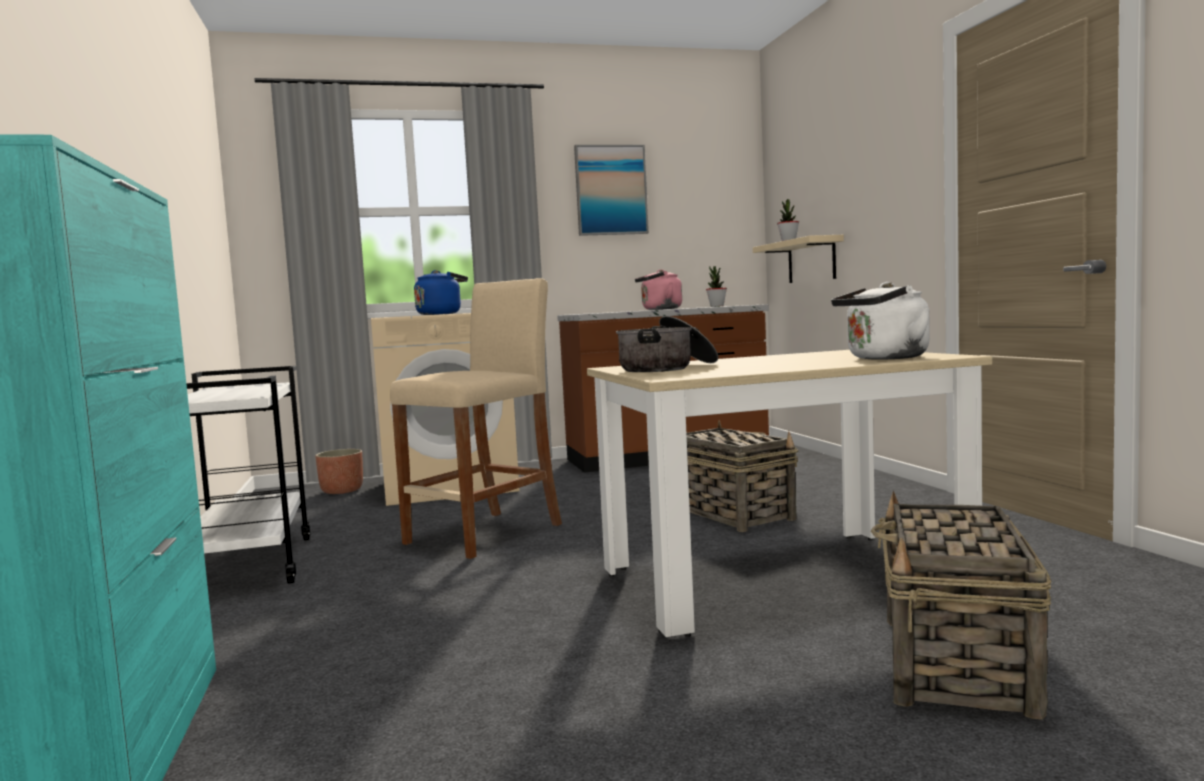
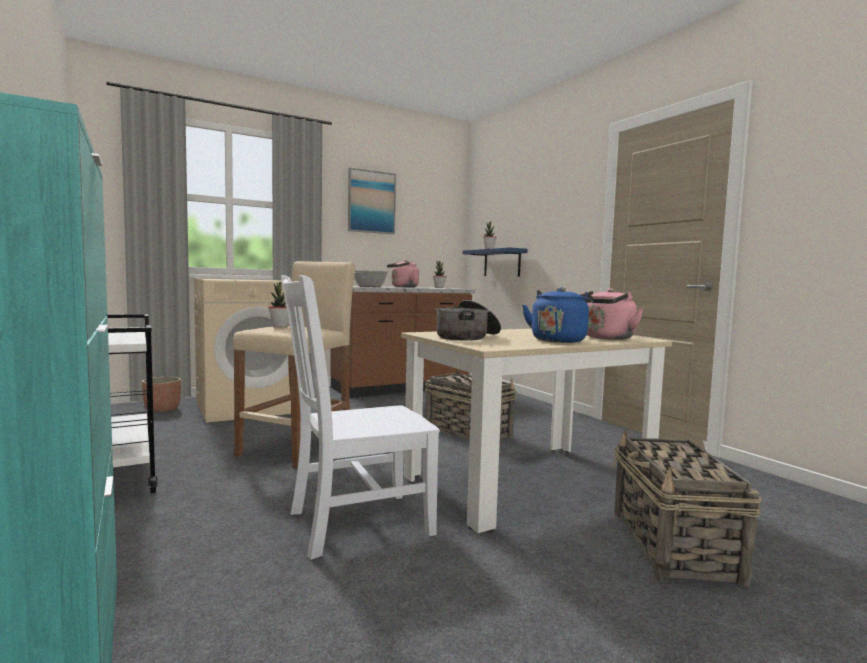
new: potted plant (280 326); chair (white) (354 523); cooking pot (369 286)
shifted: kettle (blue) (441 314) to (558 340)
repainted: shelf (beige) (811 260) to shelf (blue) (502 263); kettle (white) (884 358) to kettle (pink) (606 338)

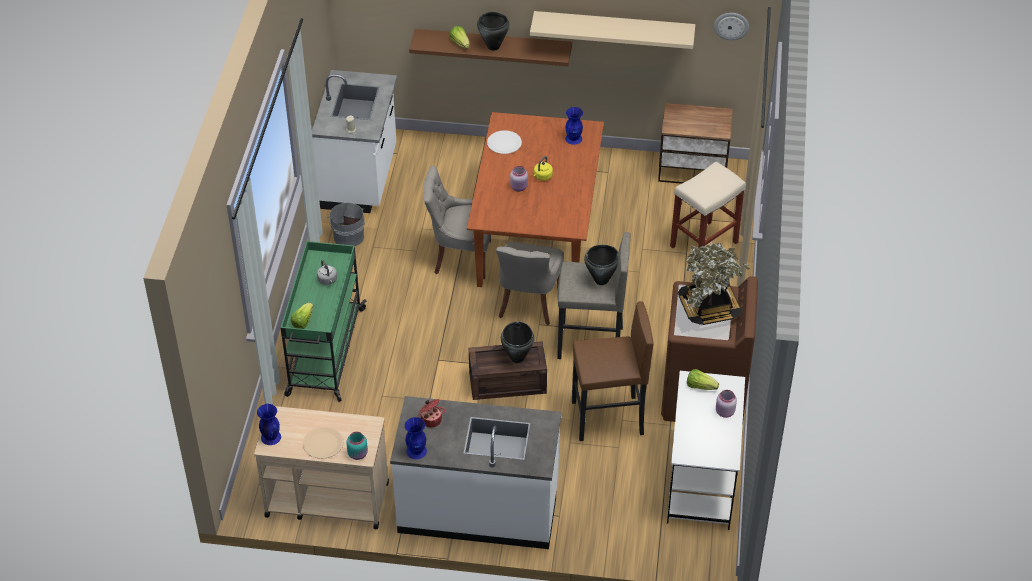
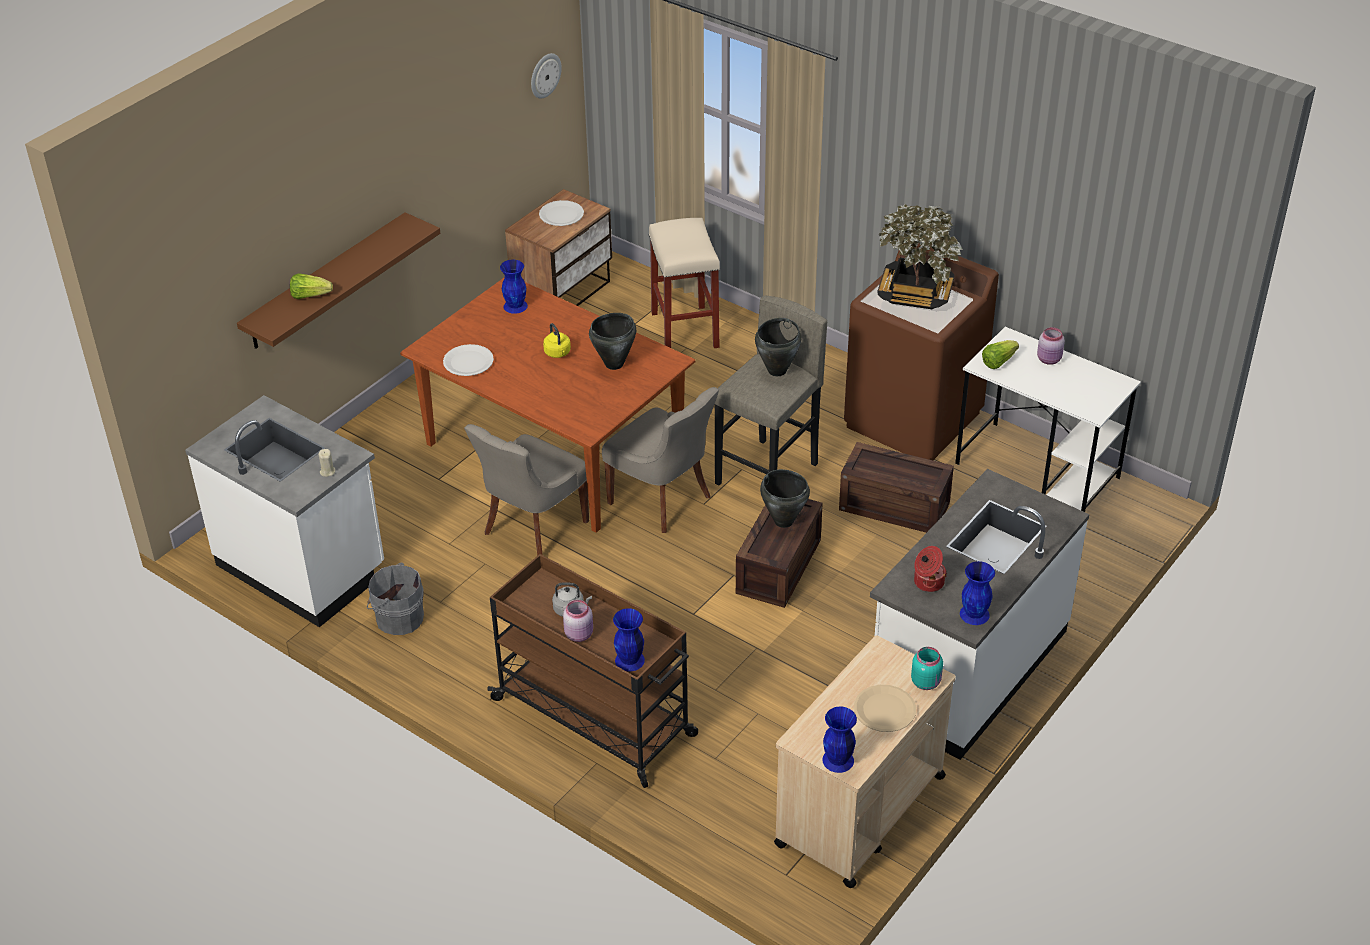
gone: shelf (beige) (613 28)
new: plate (white) (561 214)
shifted: cooking pot (black) (493 46) to (614 364); jar (pink) (519 187) to (579 634)
swapped: lettuce (303 321) to vase (blue) (629 660); stool (brown) (607 418) to crate (896 506)
repainted: cart (green) (325 353) to cart (brown) (596 718)

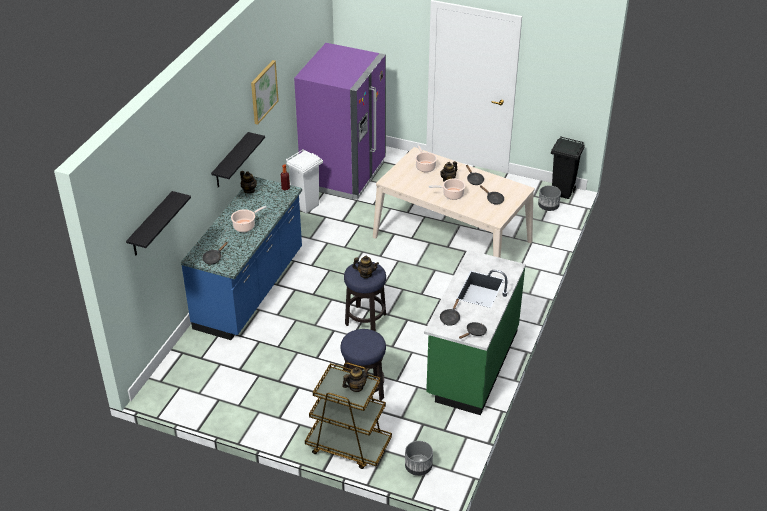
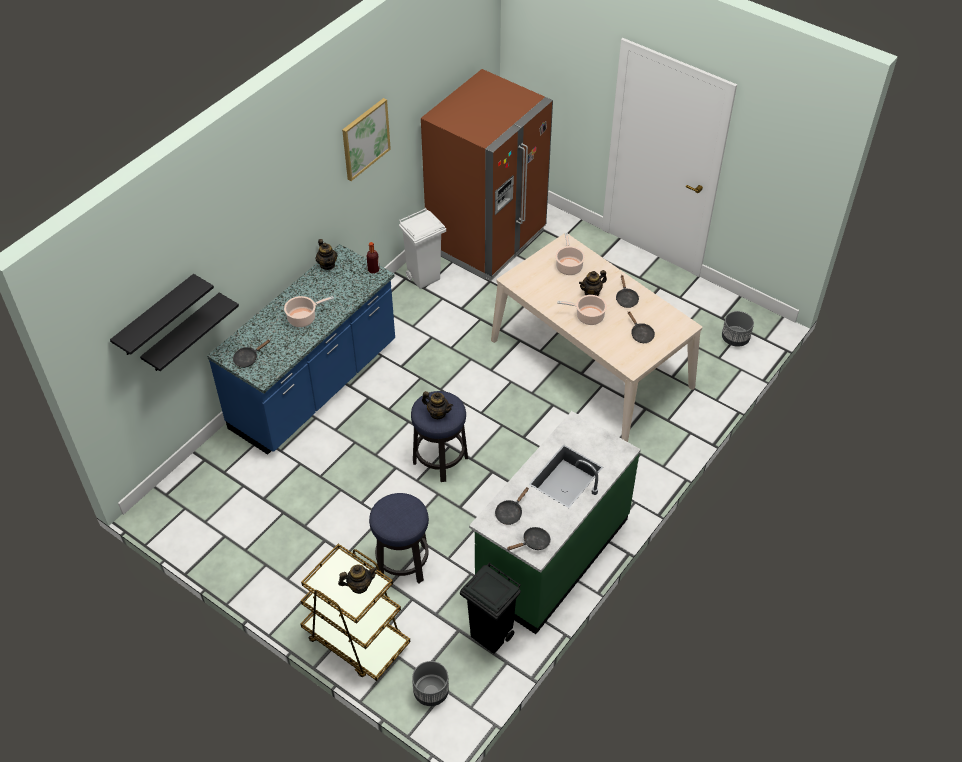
shifted: shelf (black) (231 161) to (183 334); trash can (black) (562 192) to (491 636)
repainted: fridge (purple) (344 174) to fridge (brown) (487 240)

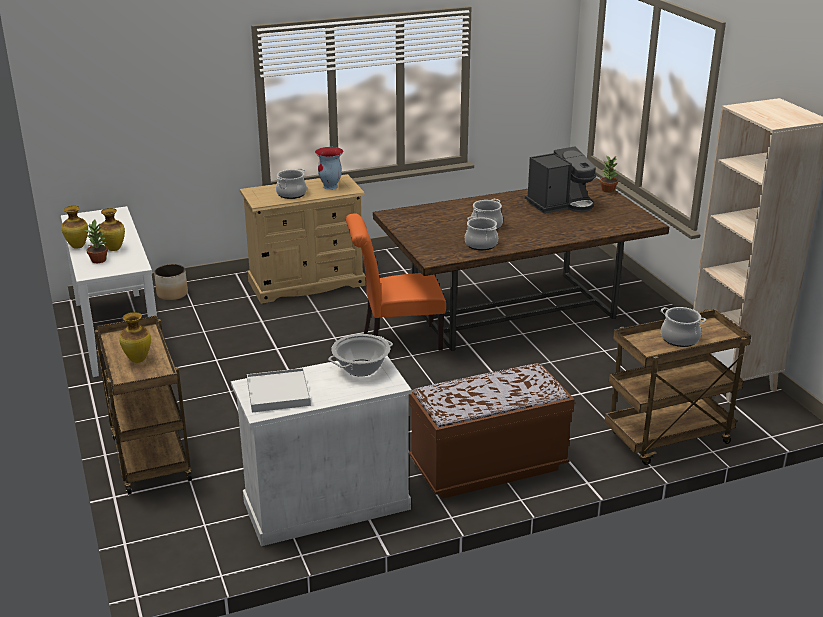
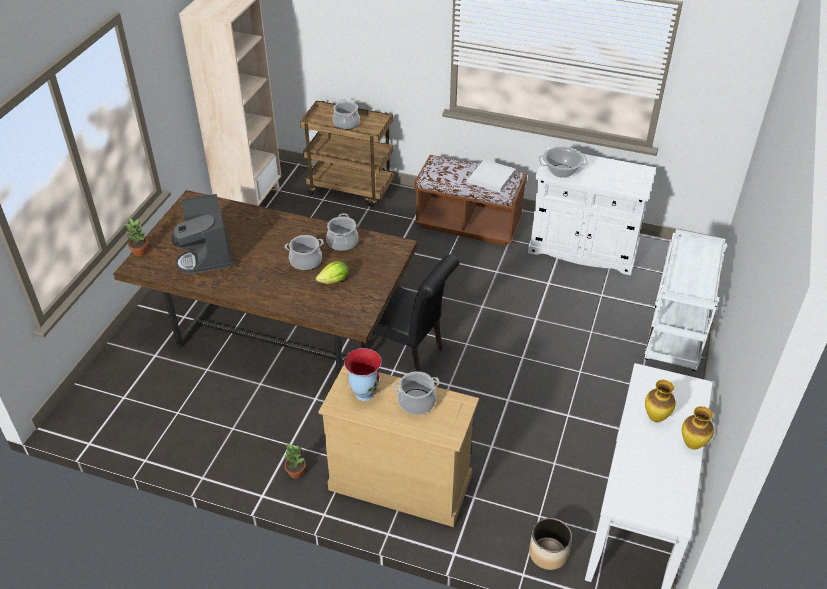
gone: vase (137 360)
new: lettuce (334 281)
shifted: potted plant (99 260) to (295 472); tray (white) (278 393) to (491 177)
repainted: cart (brown) (149 456) to cart (white) (675 340); chair (orange) (396 340) to chair (black) (406 352)
rotated: coffee machine (560 204) = (208 255) 120 degrees counterclockwise

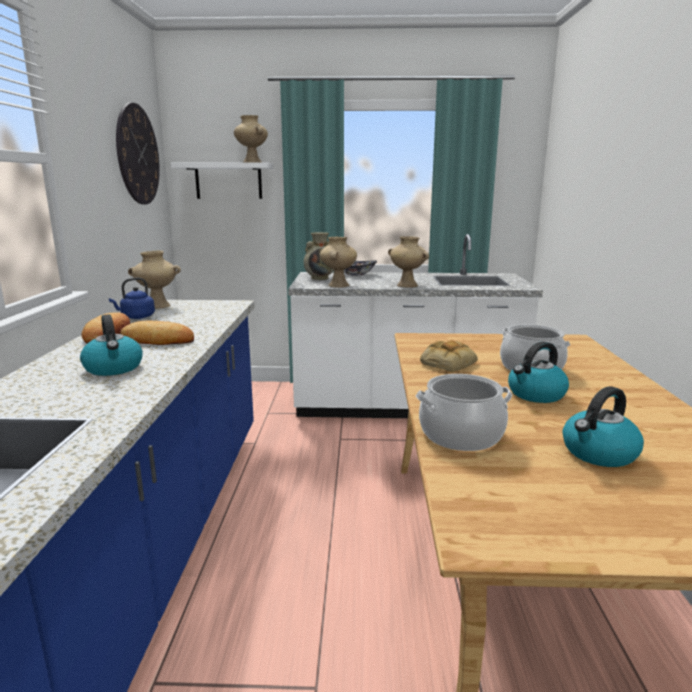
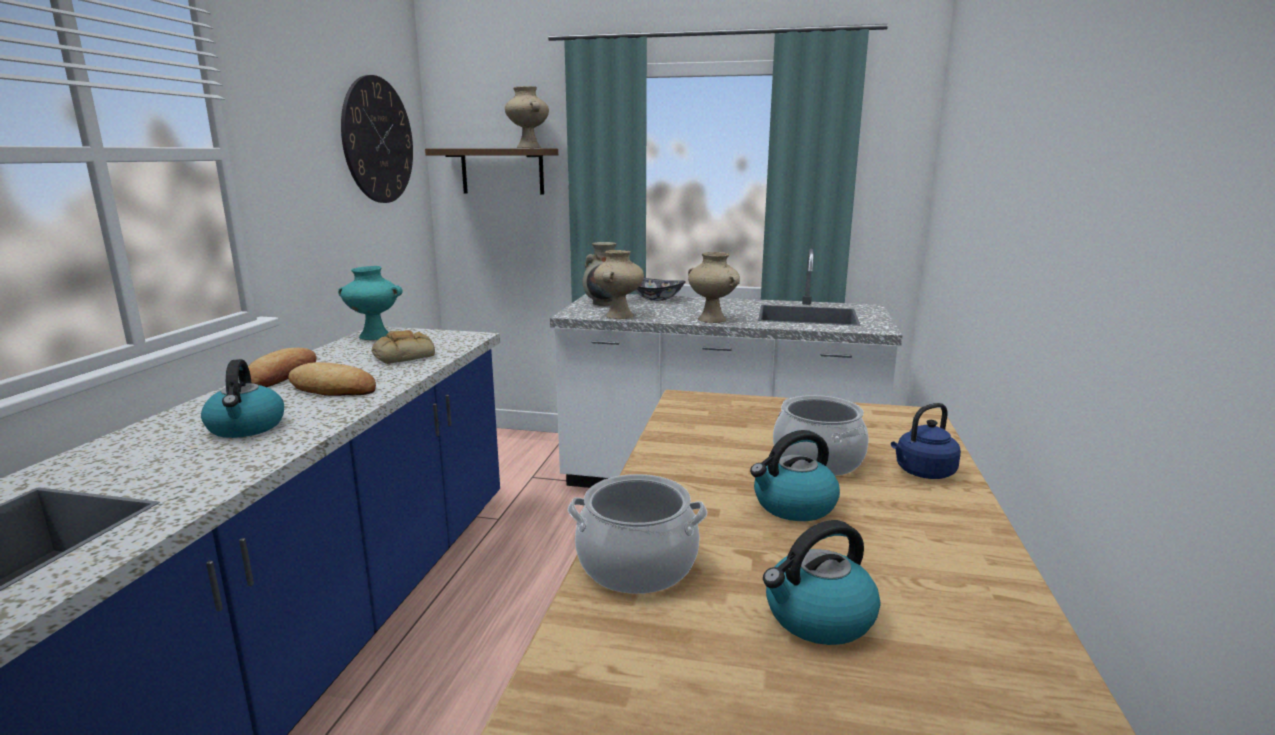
shifted: kettle (blue) (136 317) to (922 472); bread (447 363) to (404 355)
repainted: vase (beige) (157 306) to vase (turquoise) (374 336); shelf (white) (228 181) to shelf (brown) (502 171)

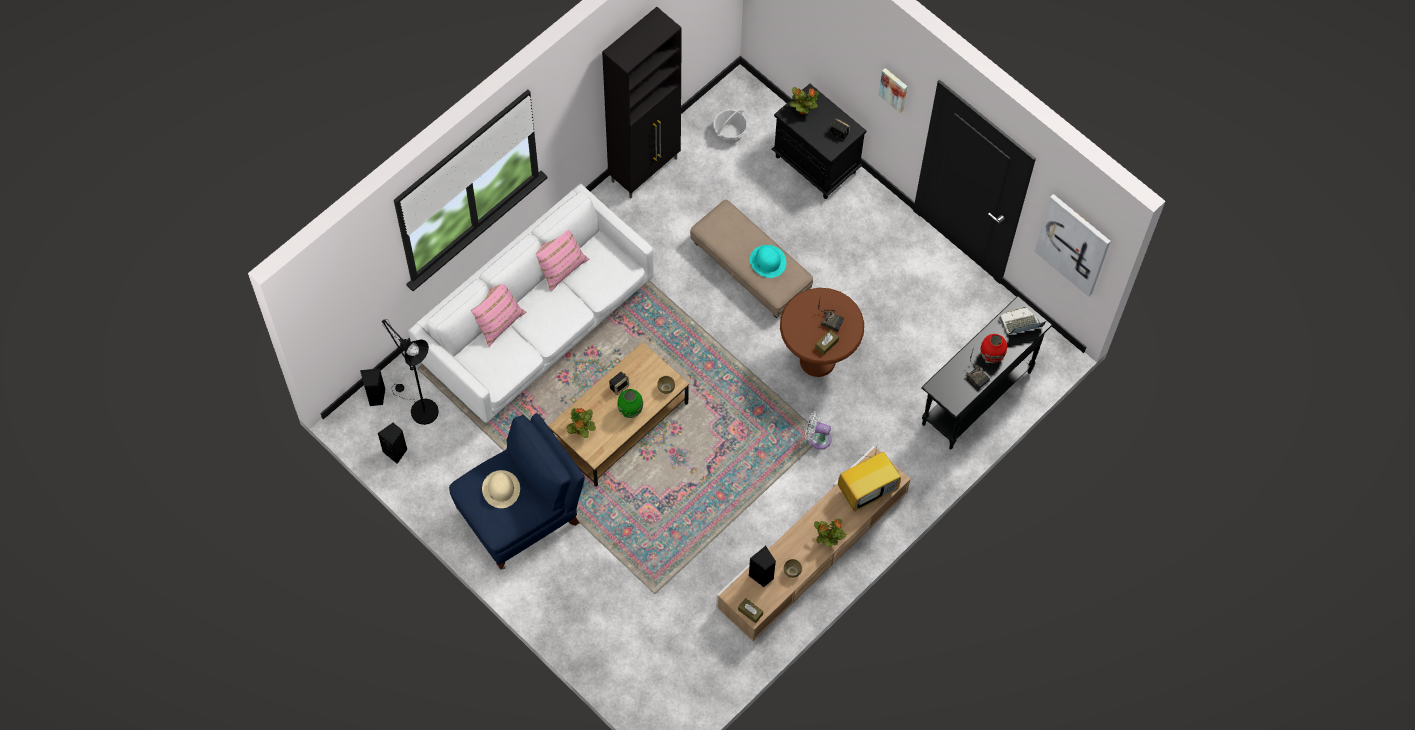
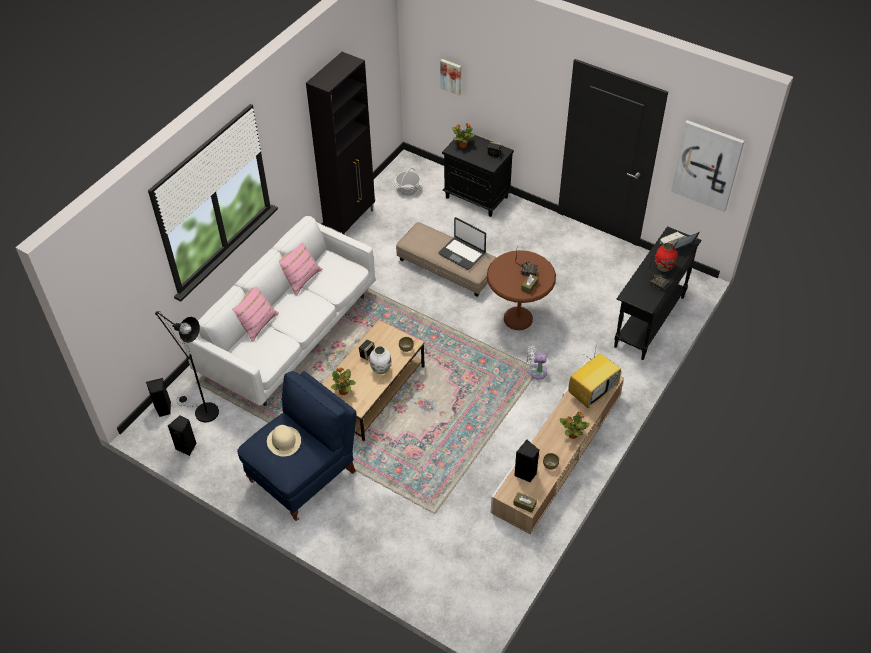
shifted: picture (894 89) to (451 76)
swapped: hat (turquoise) (768 261) to laptop (462 253)
repainted: vase (green) (630 411) to vase (white) (381 369)

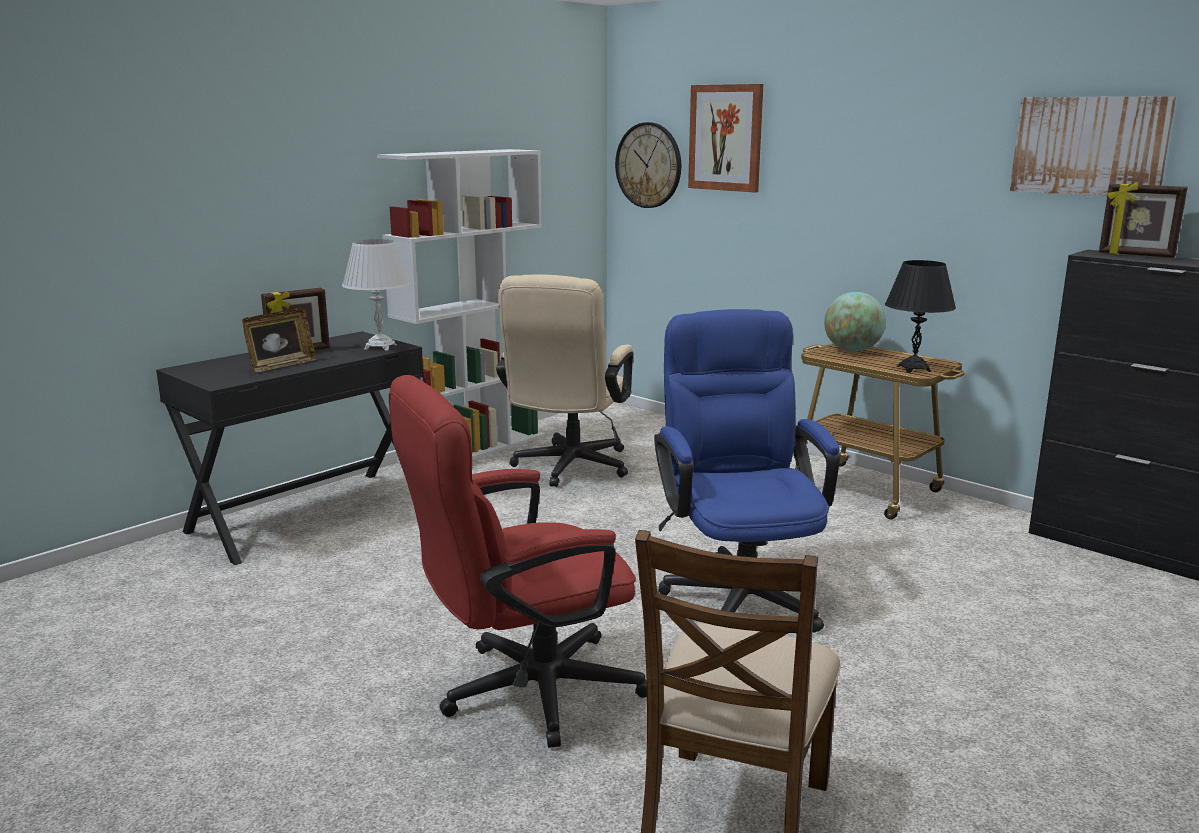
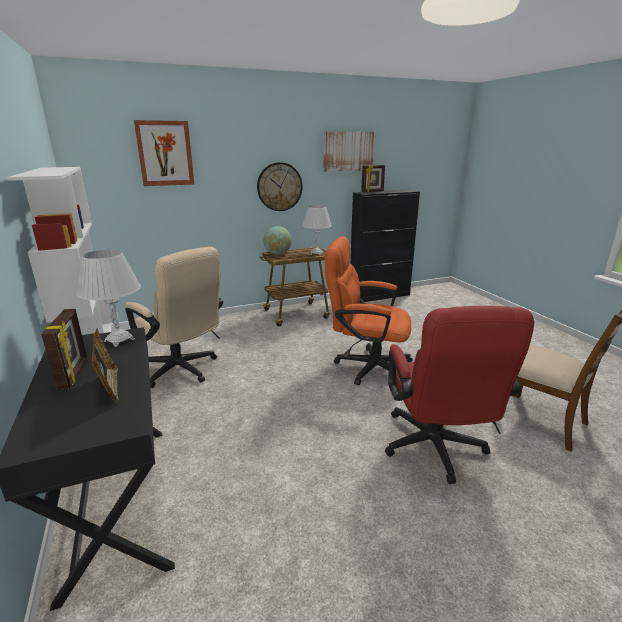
shifted: wall clock (649 165) to (279 187)
repainted: office chair (blue) (739 590) to office chair (orange) (366 366); table lamp (black) (913 369) to table lamp (white) (316 253)

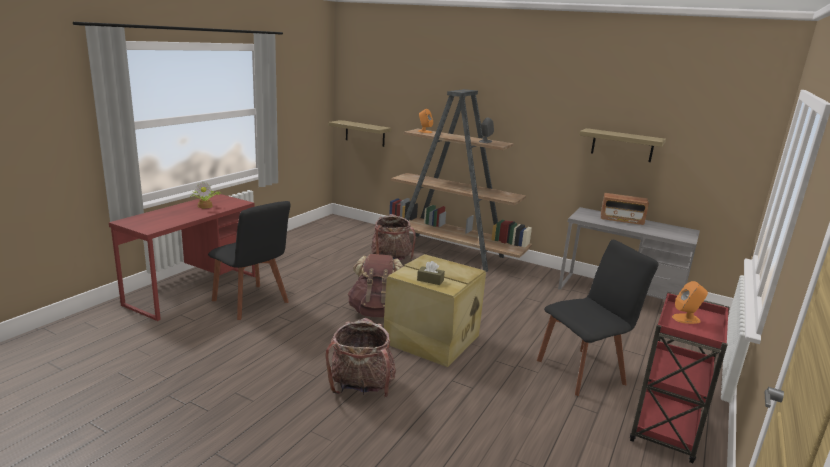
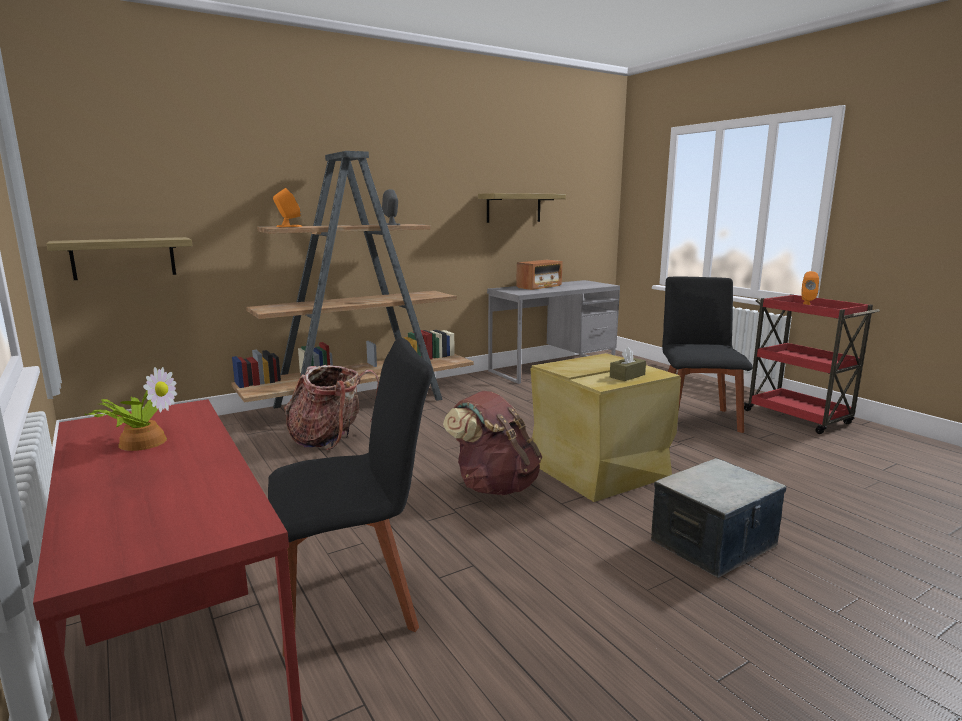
swapped: backpack (361 387) to storage box (714 544)

